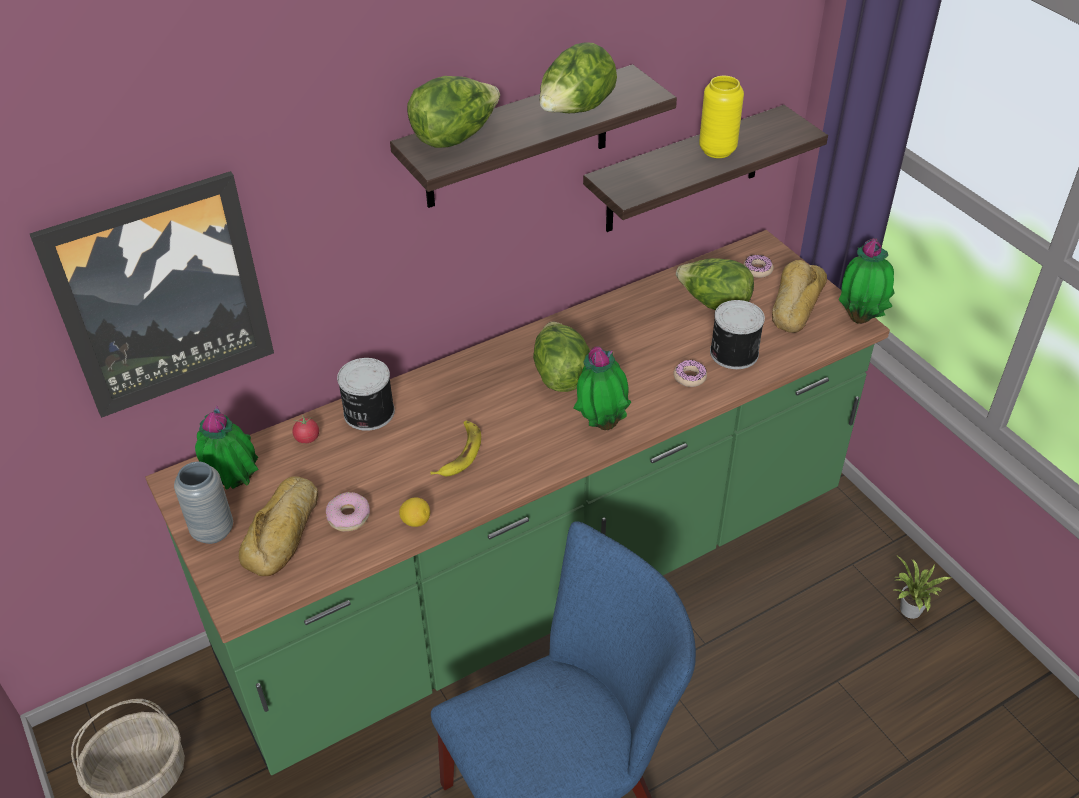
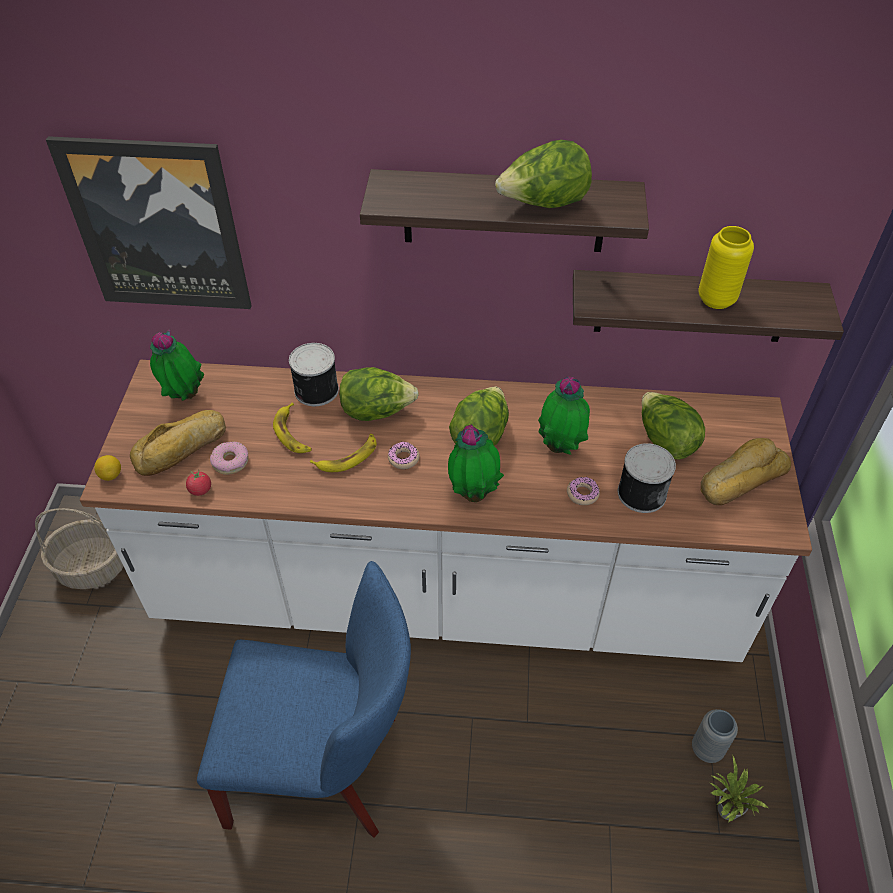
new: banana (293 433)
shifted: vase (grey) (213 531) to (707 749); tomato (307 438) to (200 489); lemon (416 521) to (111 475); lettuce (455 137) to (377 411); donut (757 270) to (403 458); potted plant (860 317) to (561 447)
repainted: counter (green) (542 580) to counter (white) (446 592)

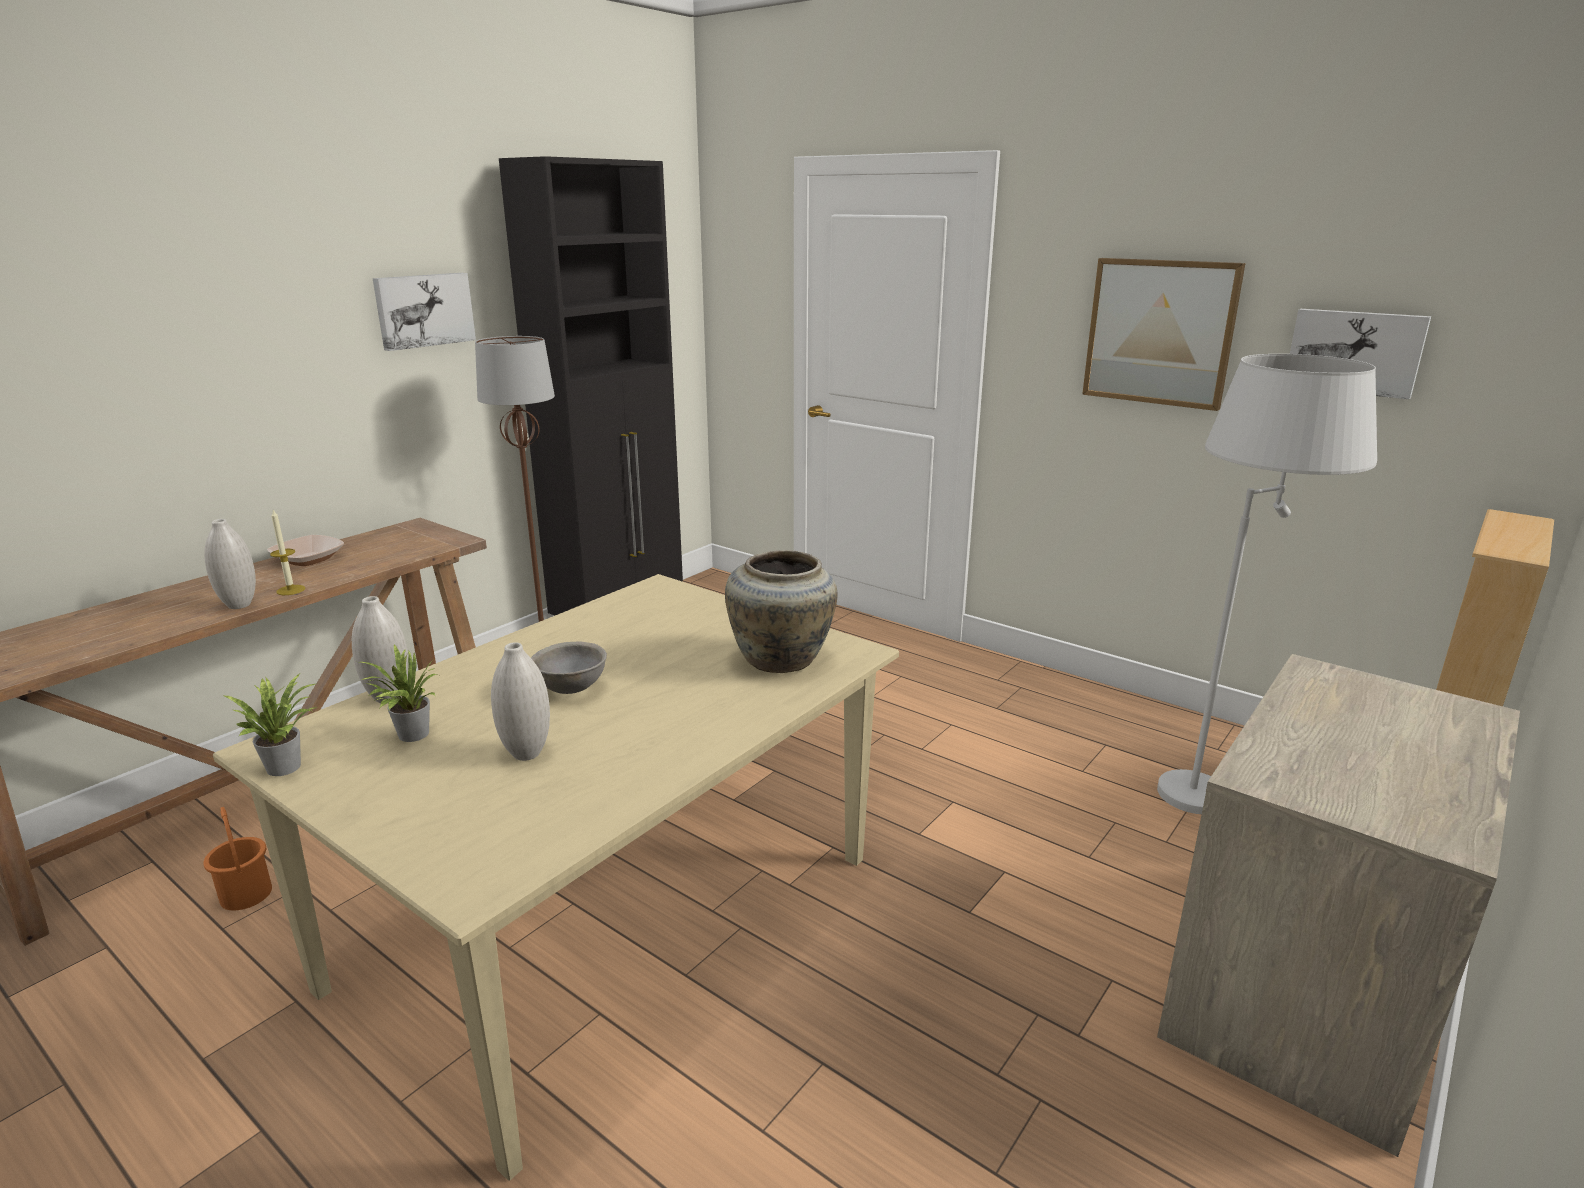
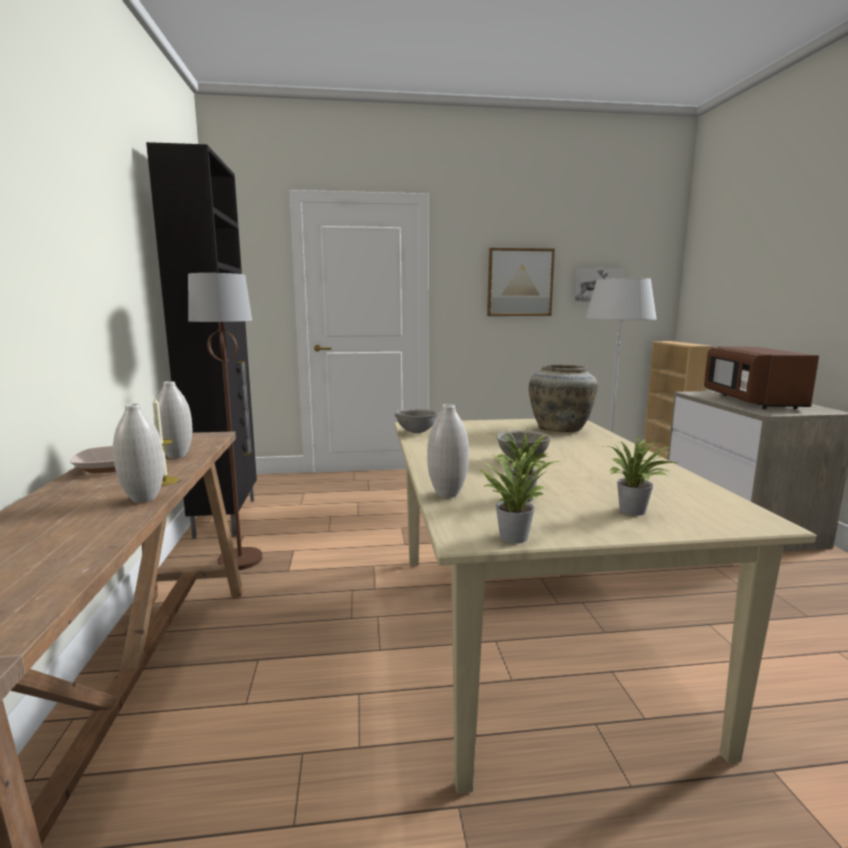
gone: bucket (orange) (247 894); picture (423 310)
new: bowl (grey) (416 432); potted plant (635 512); microwave (brown) (750 401)
shifted: vase (white) (526 753) to (176 456)

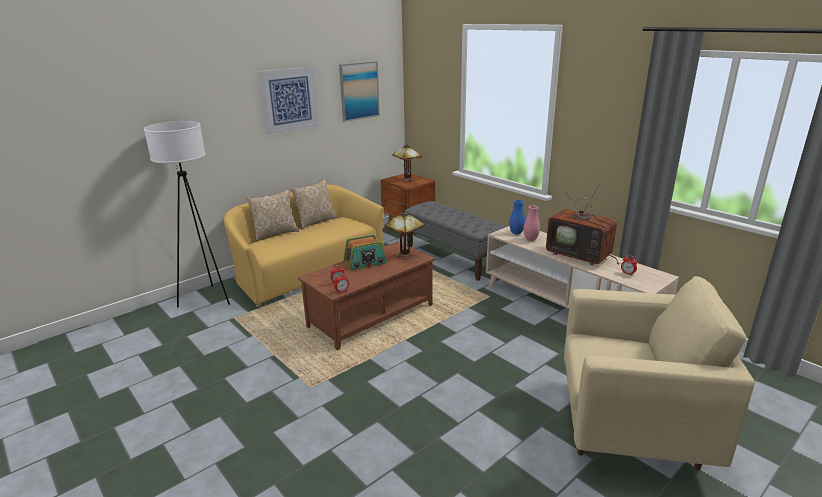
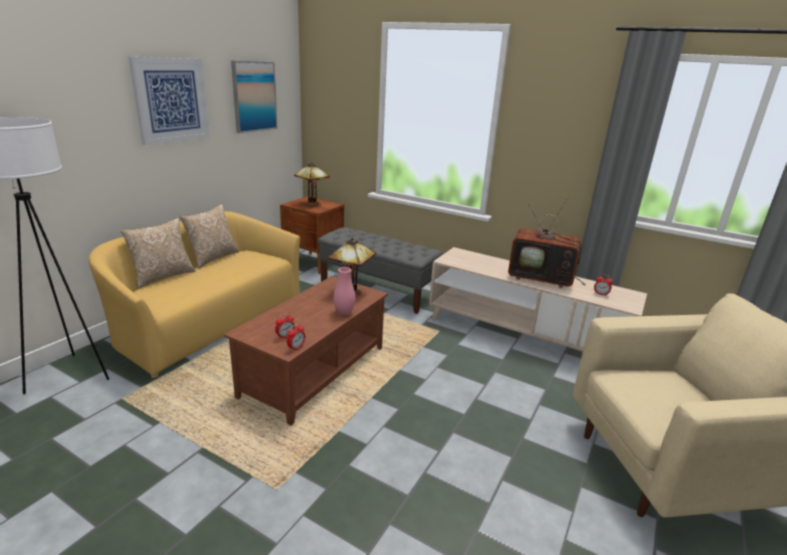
gone: radio (365 263); vase (blue) (516 233)
shifted: vase (pink) (530 239) to (344 313)

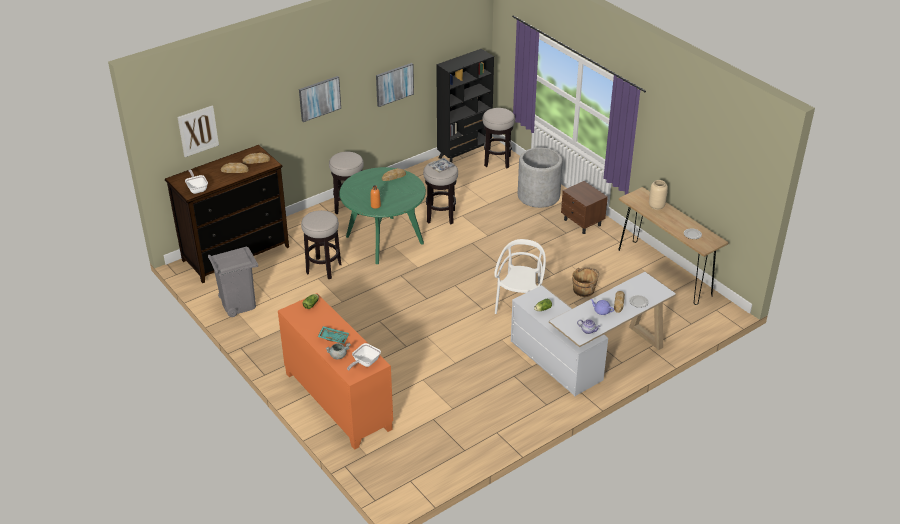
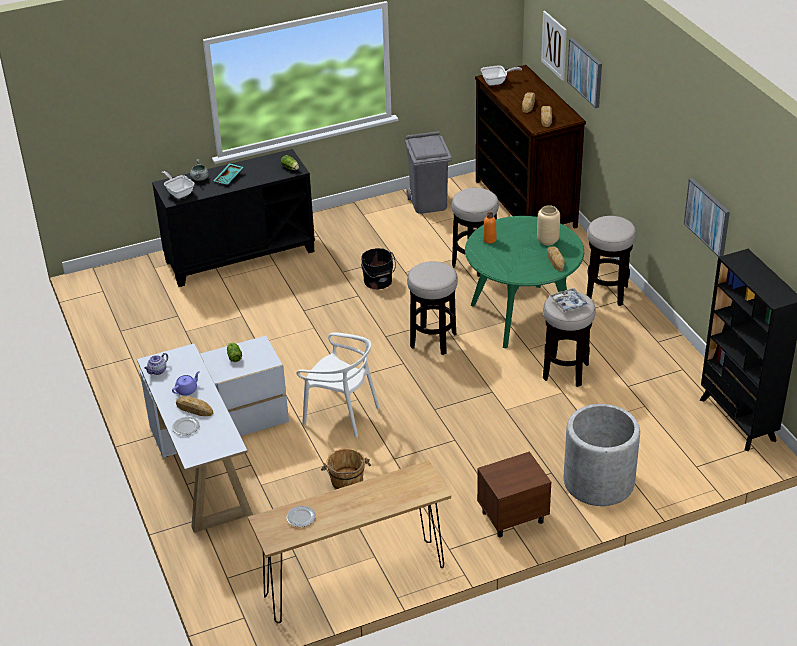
new: bucket (black) (378 282)
shifted: picture (319 98) to (585 72); stool (497 161) to (433 340); vase (beige) (656 206) to (547 240)
repainted: cabinet (orange) (337 401) to cabinet (black) (240 256)

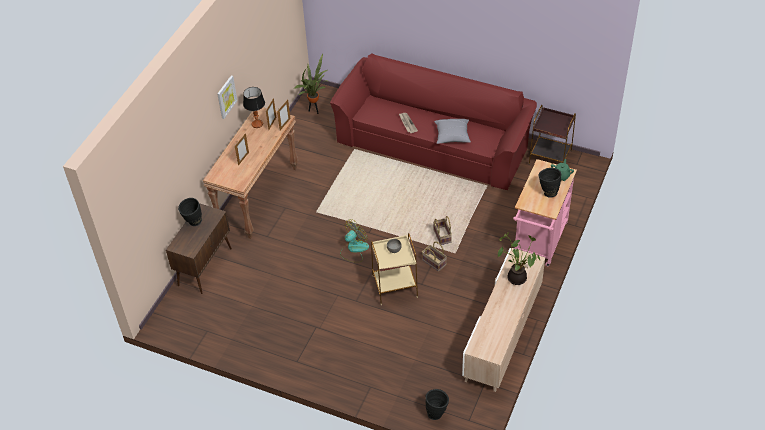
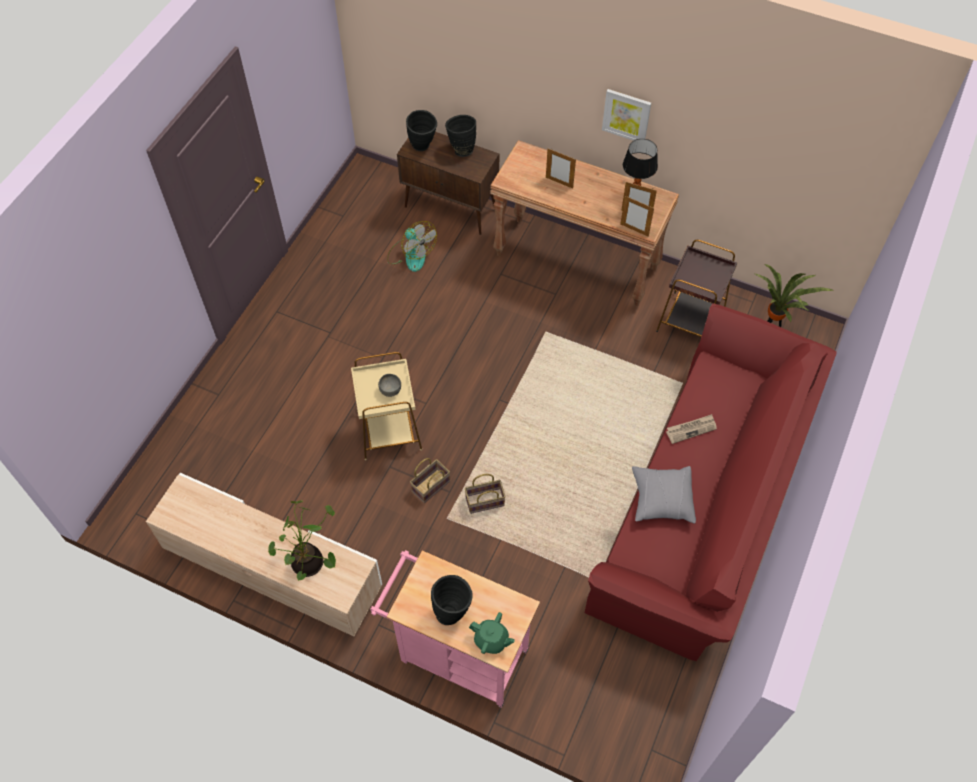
shifted: fan (354 249) to (411 254); vase (black) (436 412) to (423 147); side table (brown) (550 158) to (690 321)

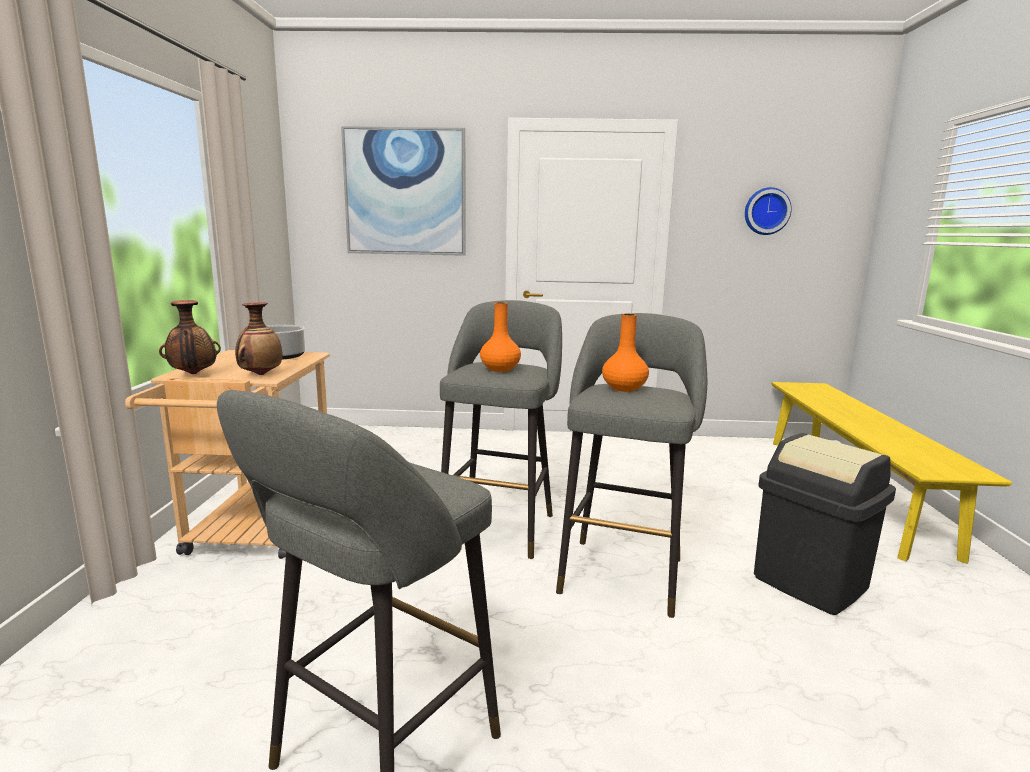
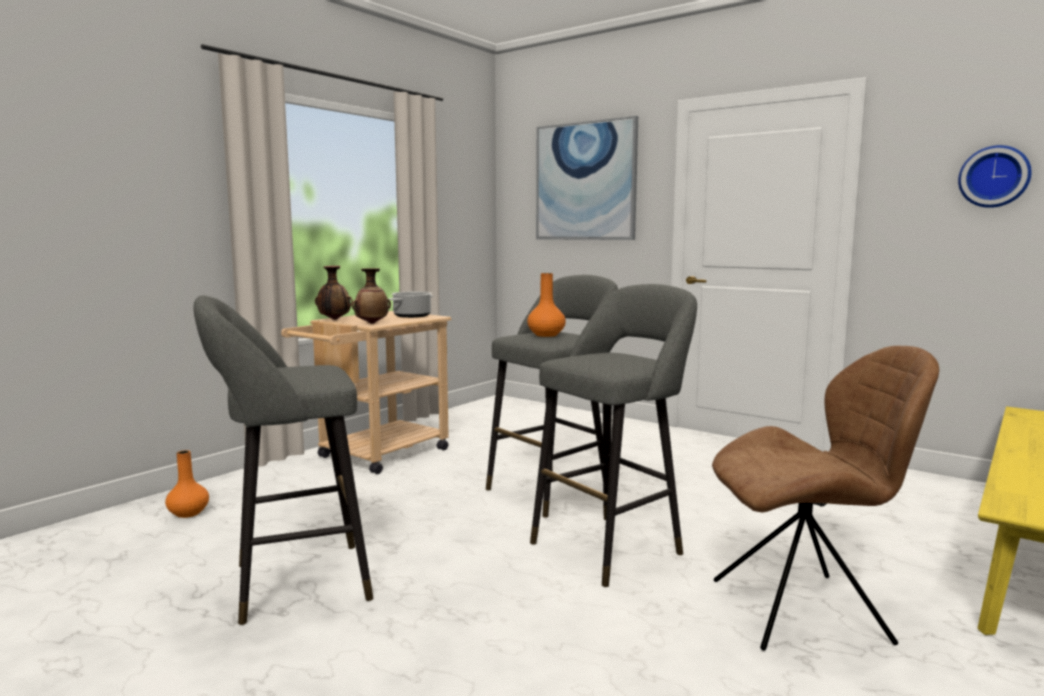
shifted: vase (orange) (624 388) to (189 513)
swapped: trash can (black) (810 582) to chair (brown) (805 610)

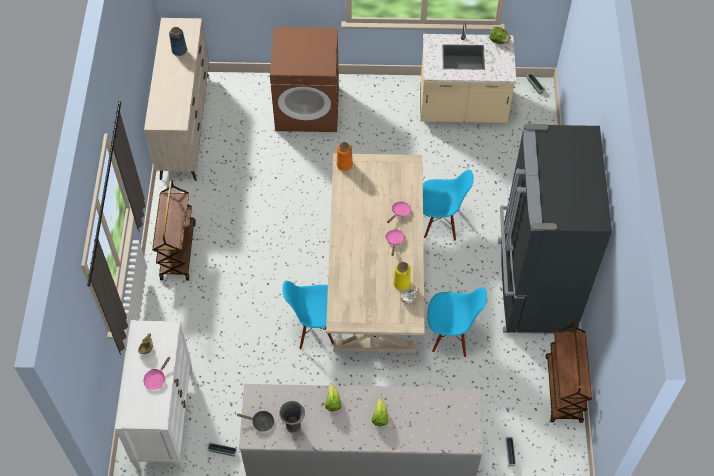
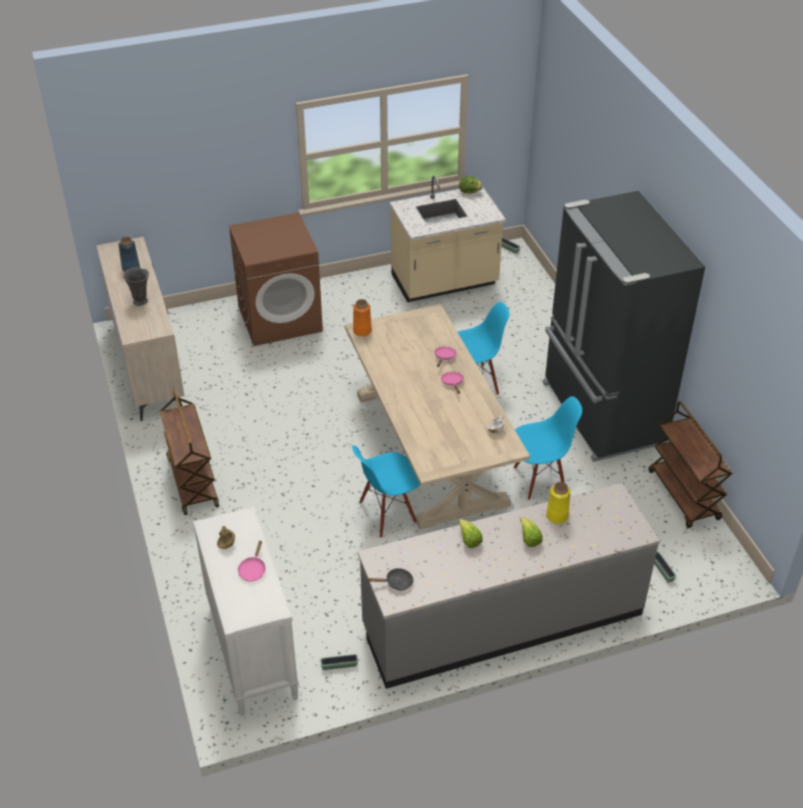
shifted: vase (grey) (293 426) to (141 301); vase (yellow) (401 283) to (557 516)

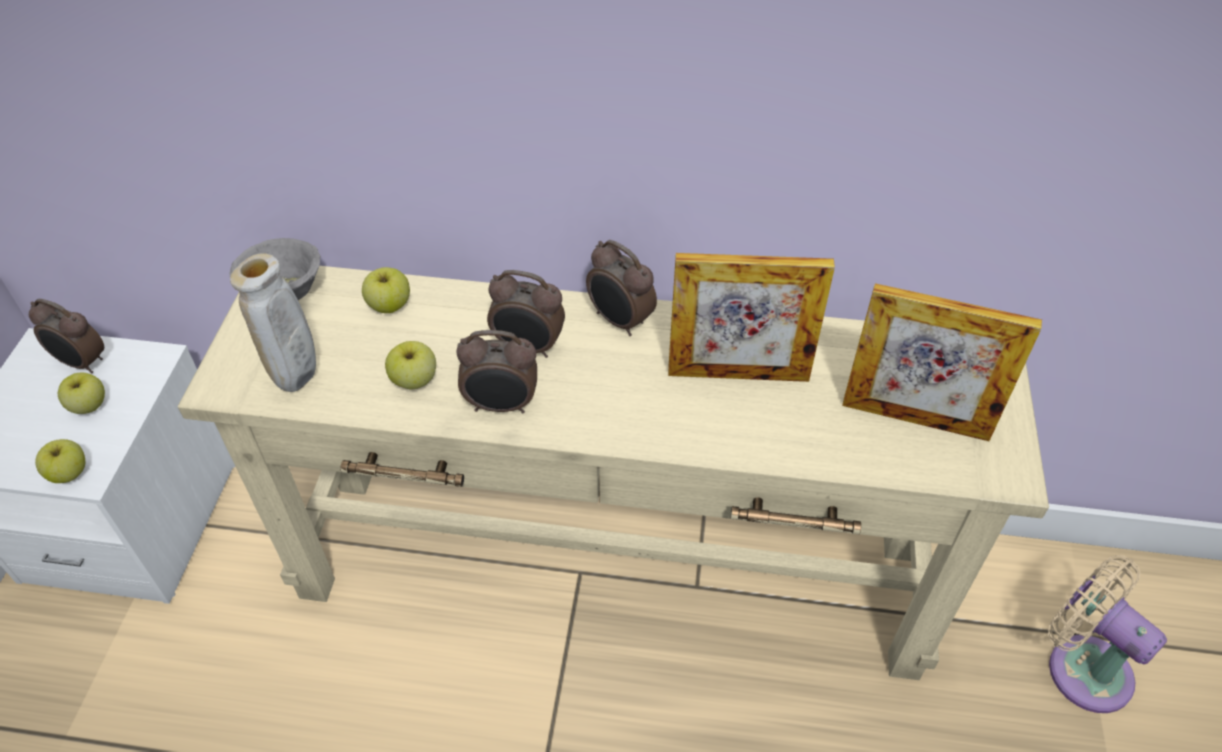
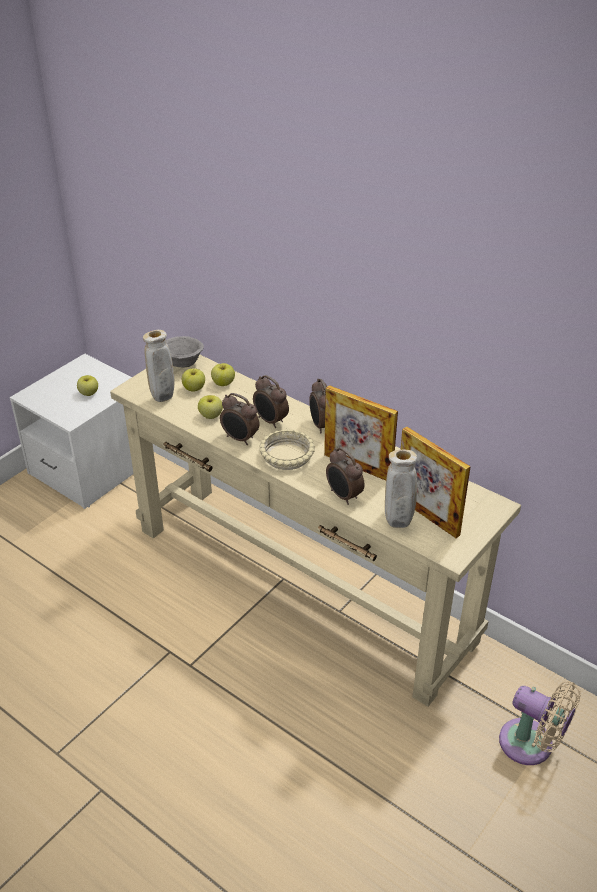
new: bowl (beige) (286 455); vase (beige) (398 524)
shifted: alarm clock (82 363) to (343 496); apple (69 473) to (194 388)
rotated: fan (beige) (1082 666) = (531 745) 135 degrees clockwise

